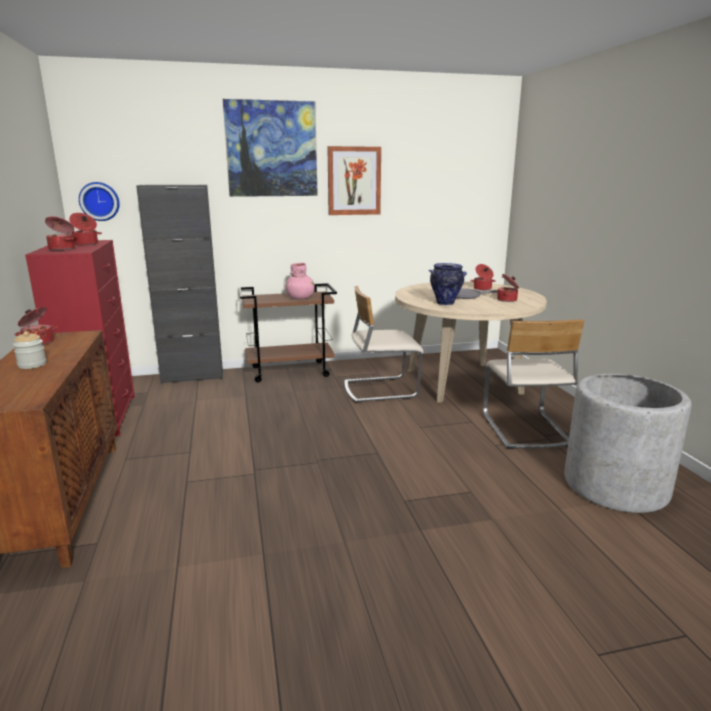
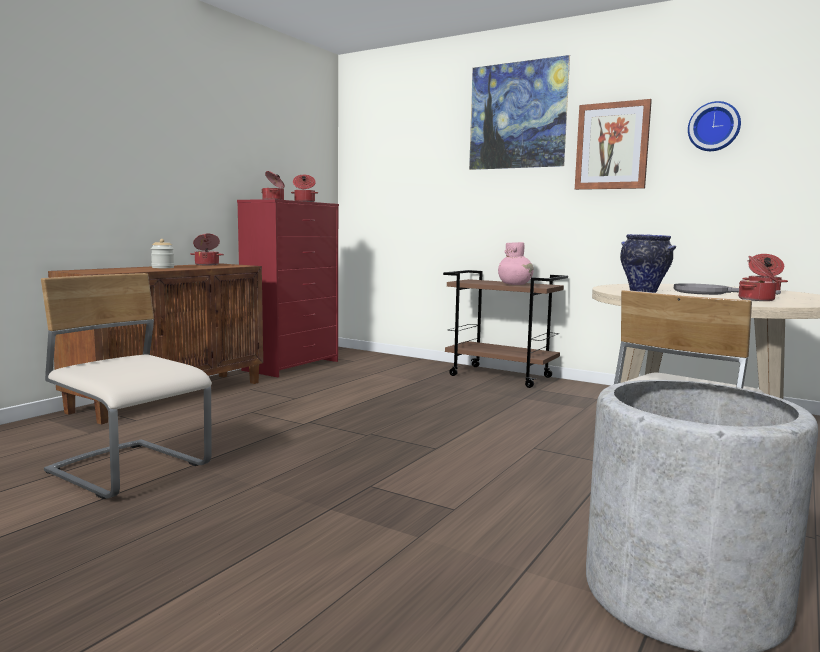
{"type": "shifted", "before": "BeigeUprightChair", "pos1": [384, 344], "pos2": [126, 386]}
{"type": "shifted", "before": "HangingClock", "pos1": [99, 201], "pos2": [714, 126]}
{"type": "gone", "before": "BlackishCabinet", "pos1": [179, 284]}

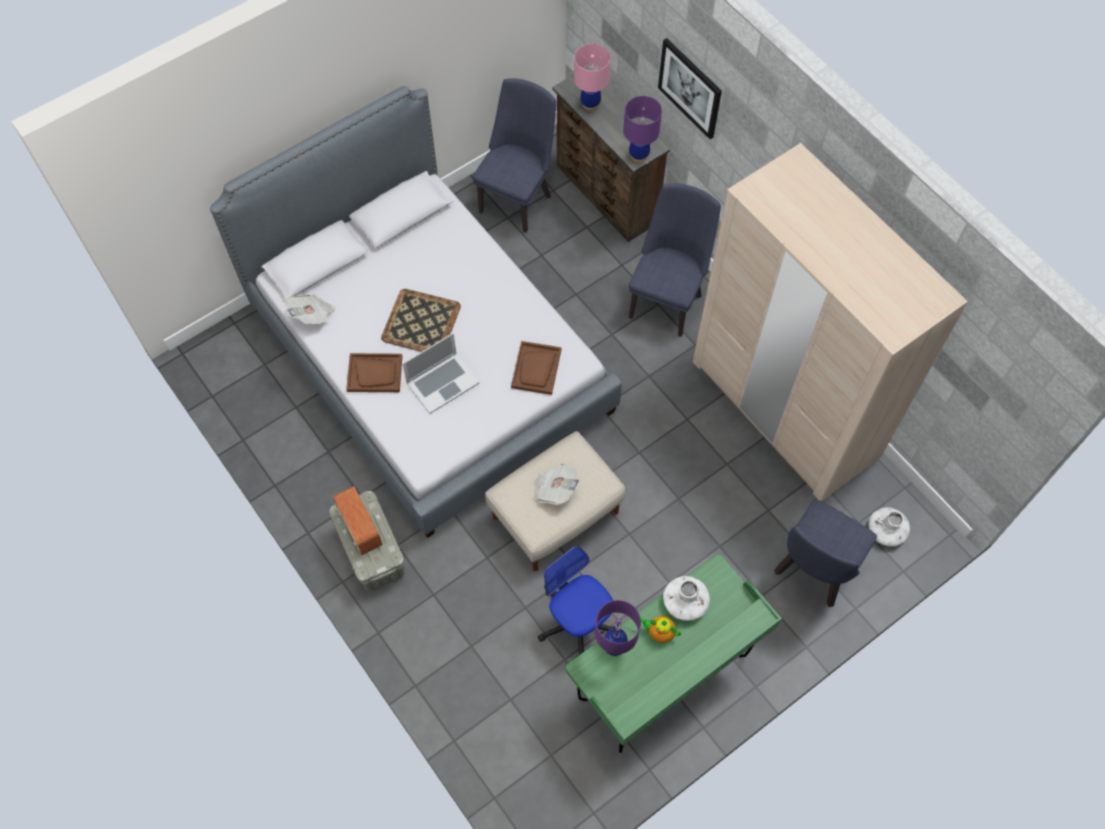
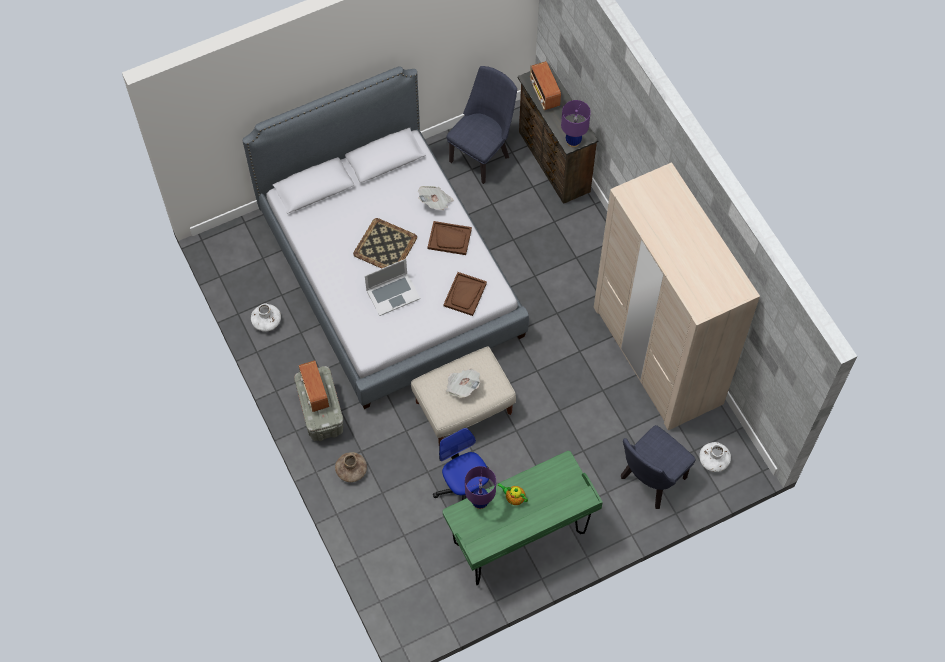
{"type": "shifted", "before": "WhiteFlowerVase", "pos1": [686, 598], "pos2": [266, 317]}
{"type": "new", "after": "BrownFlowerVase", "pos2": [351, 467]}
{"type": "shifted", "before": "PrintedPaper", "pos1": [310, 309], "pos2": [435, 198]}
{"type": "shifted", "before": "BrownServingTray", "pos1": [374, 372], "pos2": [450, 238]}
{"type": "swapped", "before": "PinkishTableLamp", "after": "RadioSet", "pos1": [592, 77], "pos2": [545, 85]}
{"type": "gone", "before": "BlueUprightChair", "pos1": [675, 260]}
{"type": "gone", "before": "Picture", "pos1": [690, 88]}

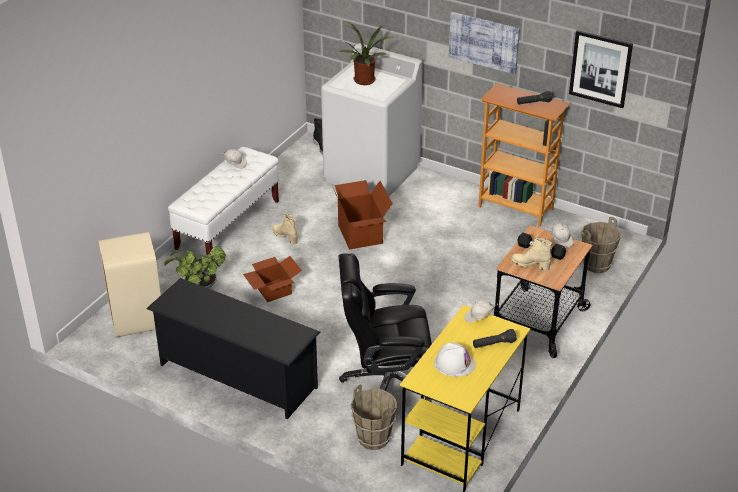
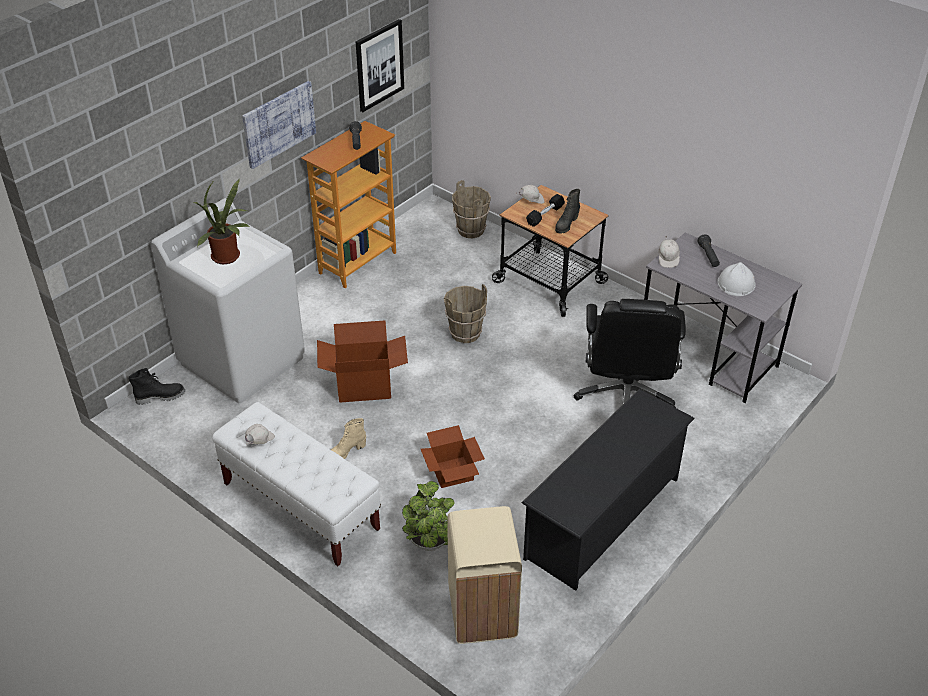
{"type": "shifted", "before": "BrownBucket", "pos1": [374, 417], "pos2": [465, 313]}
{"type": "repainted", "before": "BeigeTallBoot", "after": "BlackishTallBoot", "pos1": [531, 254], "pos2": [567, 211]}
{"type": "repainted", "before": "YellowishDeskTable", "after": "GrayDeskTable", "pos1": [465, 398], "pos2": [723, 317]}

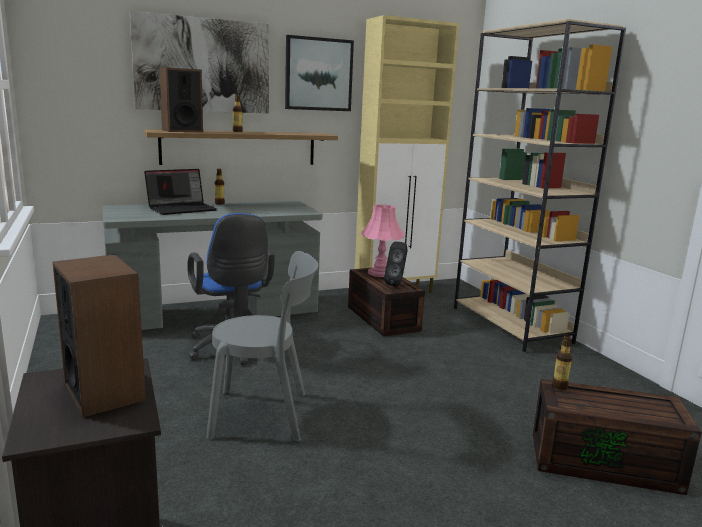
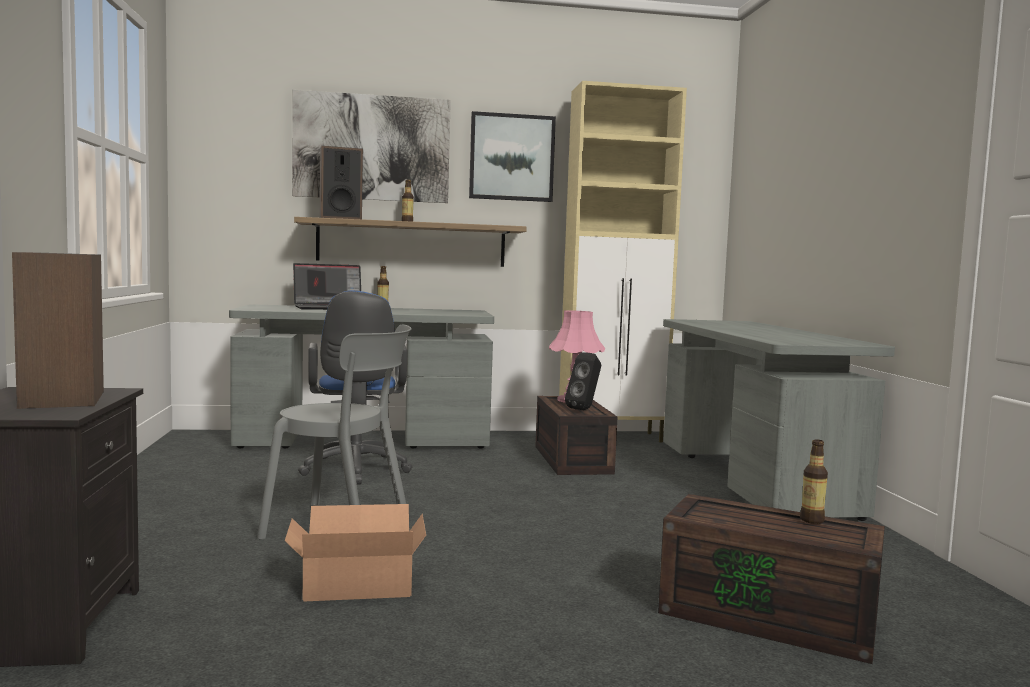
{"type": "new", "after": "PackingBox", "pos2": [355, 552]}
{"type": "swapped", "before": "BeigeBookshelf", "after": "GrayDeskTable", "pos1": [540, 185], "pos2": [779, 420]}
{"type": "shifted", "before": "Bottle", "pos1": [562, 362], "pos2": [814, 481]}

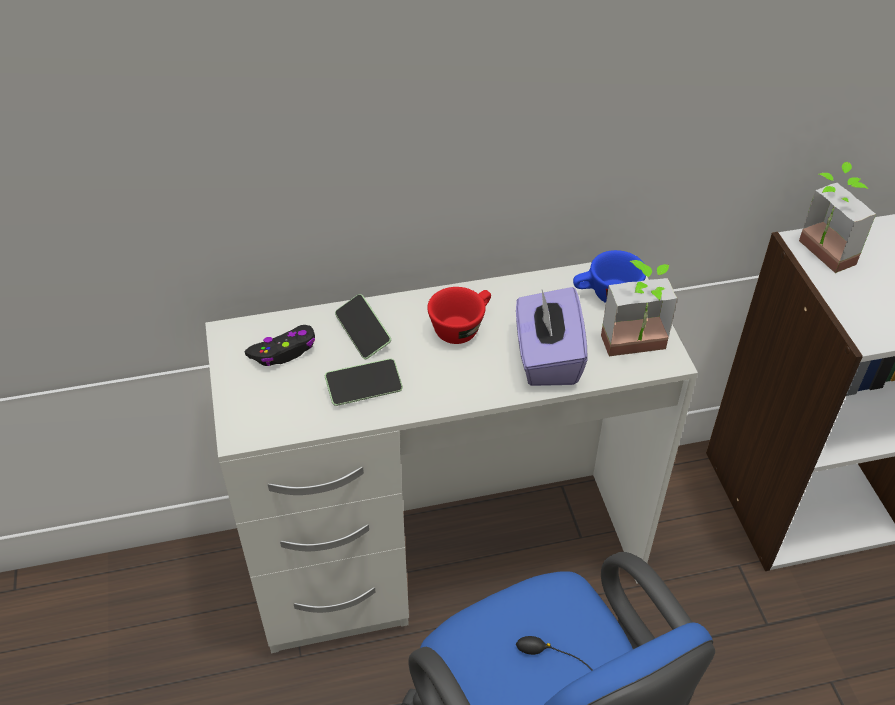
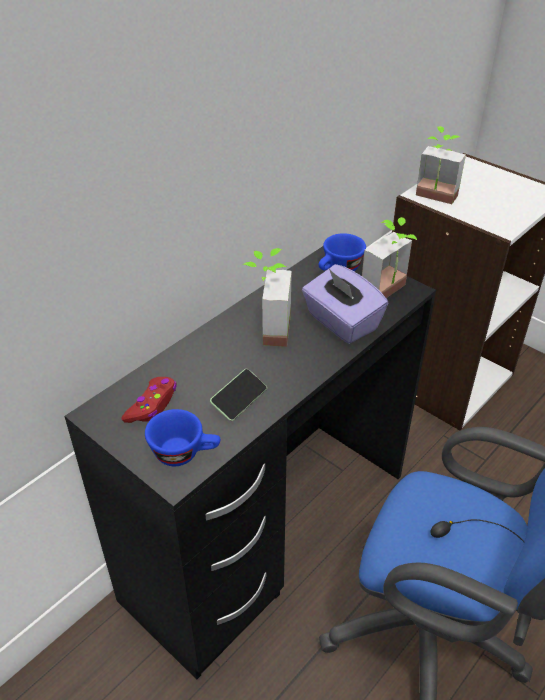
{"type": "repainted", "before": "WhiteDeskTable", "after": "BlackishDeskTable", "pos1": [451, 457], "pos2": [250, 463]}
{"type": "repainted", "before": "BlackishGamepad", "after": "RedGamepad", "pos1": [280, 345], "pos2": [149, 400]}
{"type": "new", "after": "BlueCup", "pos2": [182, 437]}
{"type": "swapped", "before": "RedCup", "after": "Houseplant", "pos1": [459, 315], "pos2": [267, 297]}
{"type": "gone", "before": "Handset", "pos1": [363, 326]}

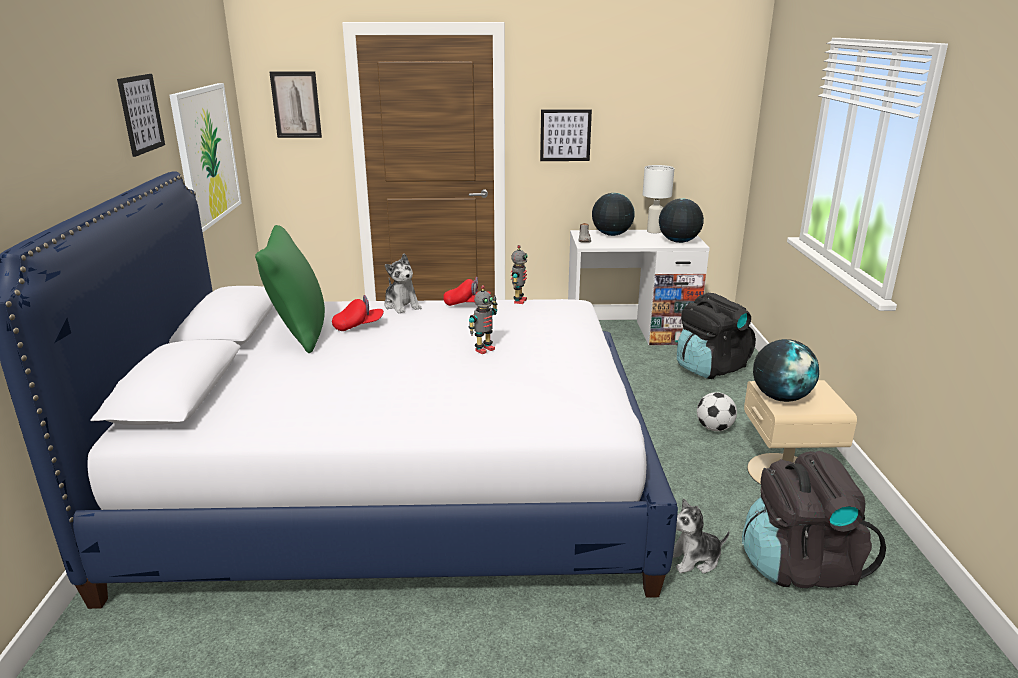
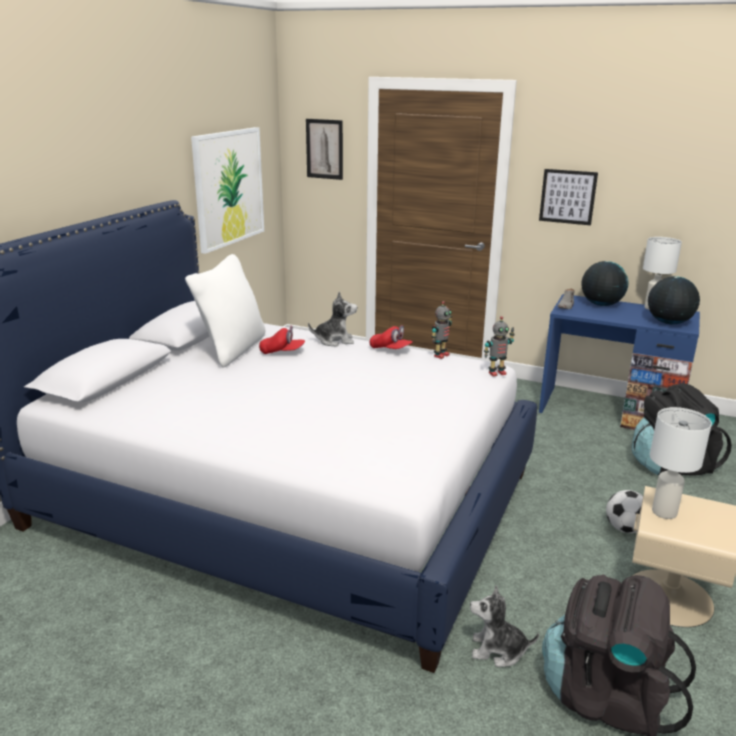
{"type": "repainted", "before": "GreenColouredPillow", "after": "WhitePillow", "pos1": [290, 289], "pos2": [225, 311]}
{"type": "rotated", "before": "CuddlyToy", "pos1": [402, 284], "pos2": [332, 319], "turn": -90}
{"type": "shifted", "before": "ModelRobot", "pos1": [483, 319], "pos2": [499, 346]}
{"type": "repainted", "before": "WhiteDeskTable", "after": "BlueDeskTable", "pos1": [639, 287], "pos2": [619, 362]}
{"type": "swapped", "before": "WorldGlobe", "after": "WhiteTableLamp", "pos1": [786, 370], "pos2": [681, 463]}
{"type": "gone", "before": "Picture", "pos1": [141, 115]}

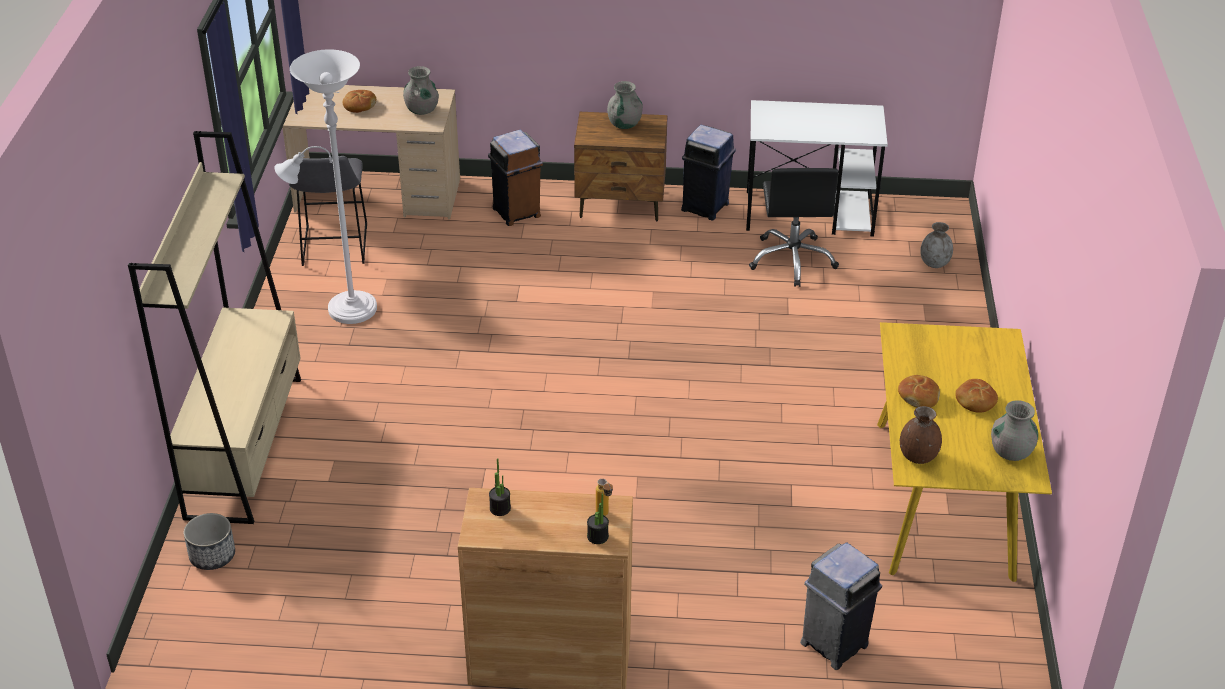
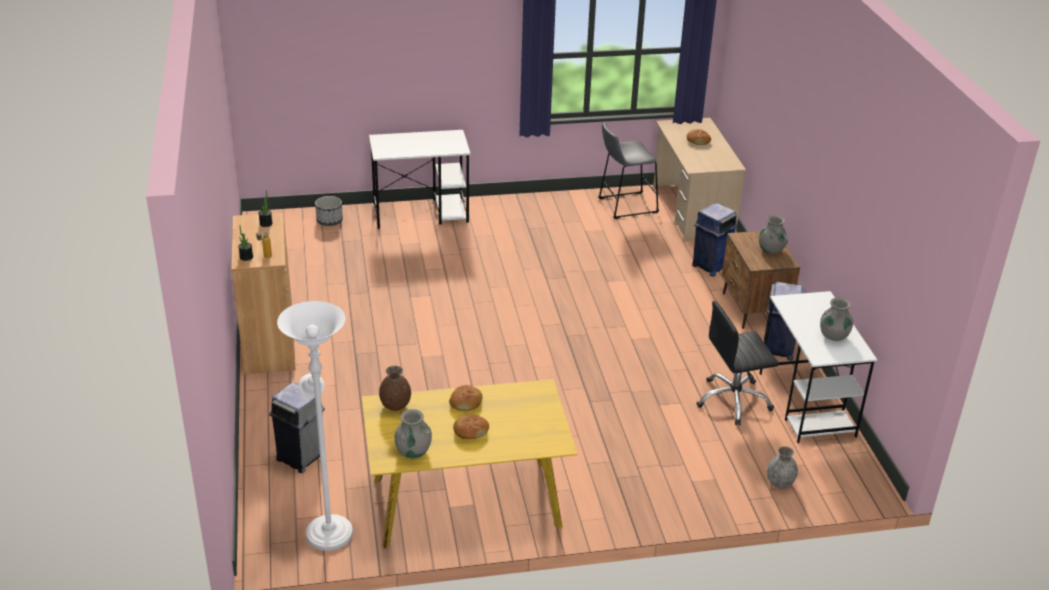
{"type": "shifted", "before": "WhiteStandardLamp", "pos1": [325, 186], "pos2": [315, 426]}
{"type": "swapped", "before": "BeigeBookshelf", "after": "WhiteDeskTable", "pos1": [214, 327], "pos2": [420, 179]}
{"type": "repainted", "before": "BrownRubbishBin", "after": "BlueRubbishBin", "pos1": [515, 178], "pos2": [715, 240]}
{"type": "shifted", "before": "GrayFlowerVase", "pos1": [421, 90], "pos2": [836, 319]}

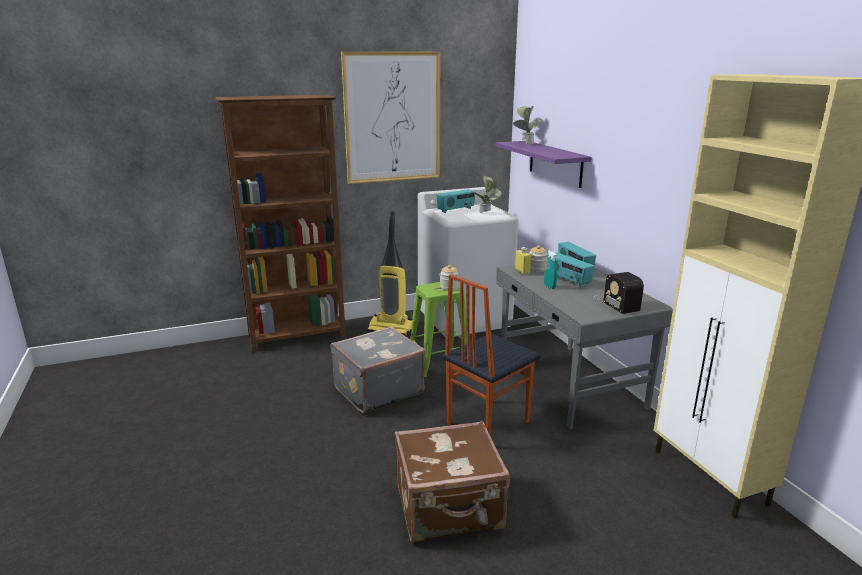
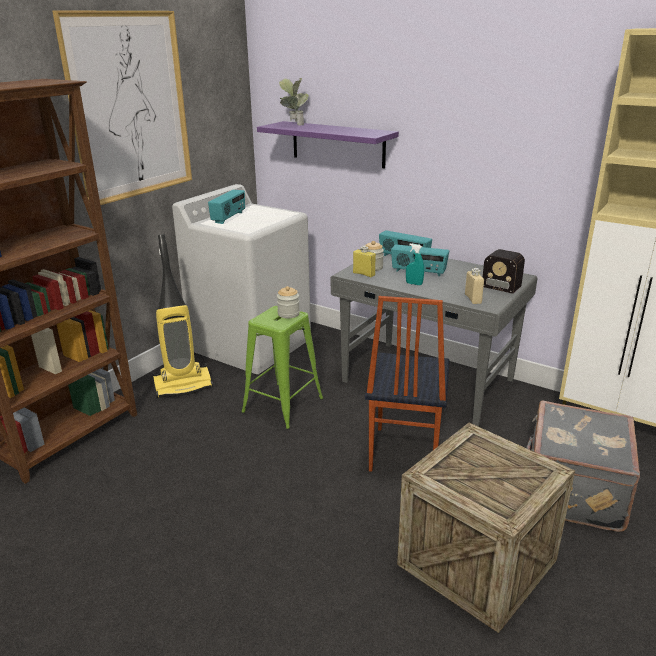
{"type": "swapped", "before": "BrownSuitcase", "after": "Crate", "pos1": [452, 481], "pos2": [486, 528]}
{"type": "new", "after": "BeigeBottle", "pos2": [474, 286]}
{"type": "shifted", "before": "GraySuitcase", "pos1": [378, 370], "pos2": [583, 466]}
{"type": "gone", "before": "Houseplant", "pos1": [486, 194]}

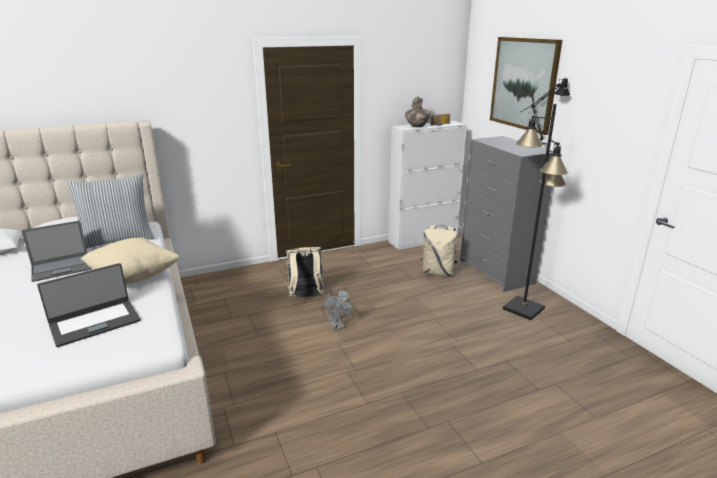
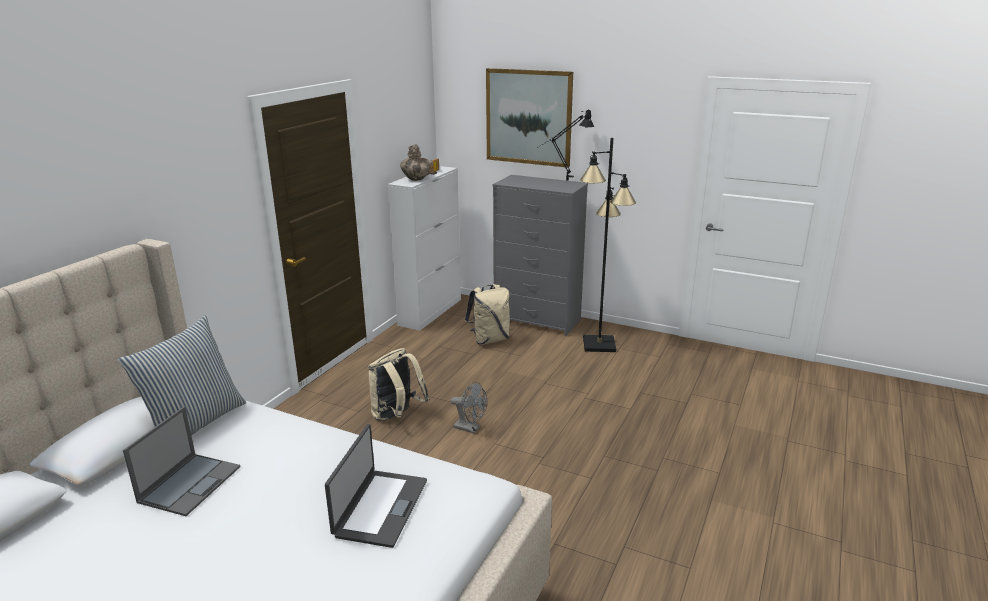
{"type": "gone", "before": "BeigePillow", "pos1": [130, 260]}

